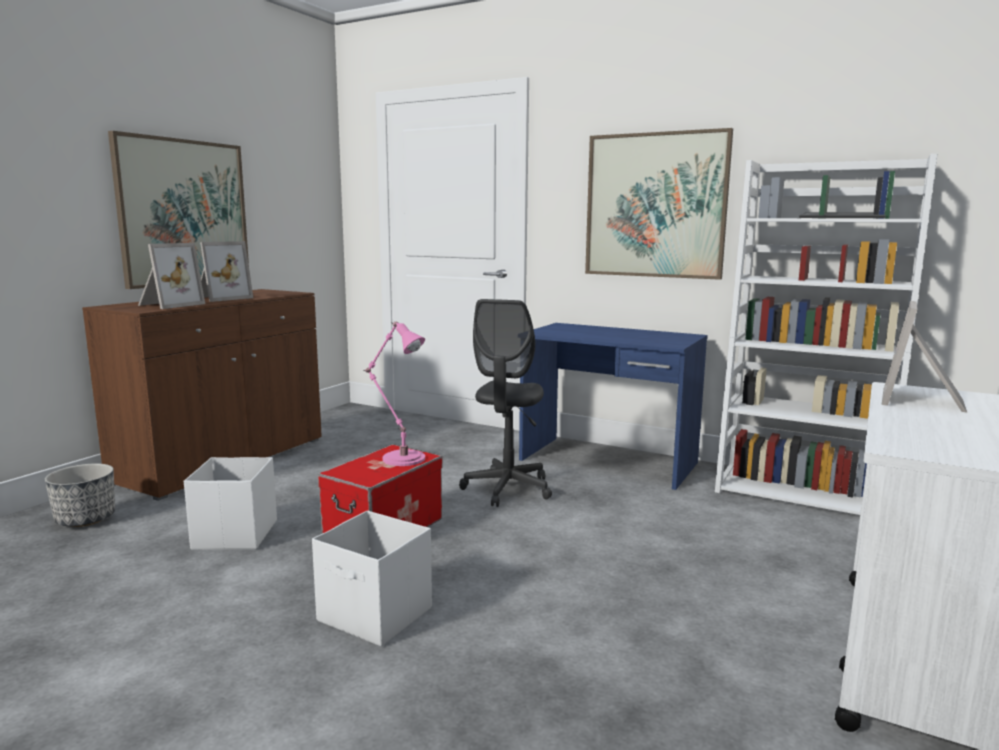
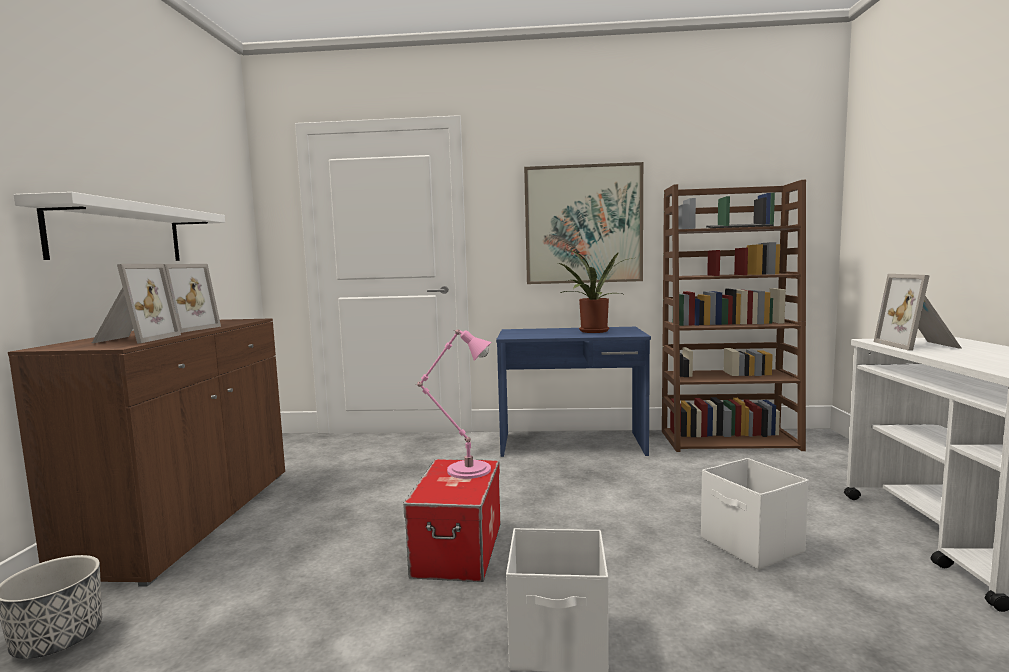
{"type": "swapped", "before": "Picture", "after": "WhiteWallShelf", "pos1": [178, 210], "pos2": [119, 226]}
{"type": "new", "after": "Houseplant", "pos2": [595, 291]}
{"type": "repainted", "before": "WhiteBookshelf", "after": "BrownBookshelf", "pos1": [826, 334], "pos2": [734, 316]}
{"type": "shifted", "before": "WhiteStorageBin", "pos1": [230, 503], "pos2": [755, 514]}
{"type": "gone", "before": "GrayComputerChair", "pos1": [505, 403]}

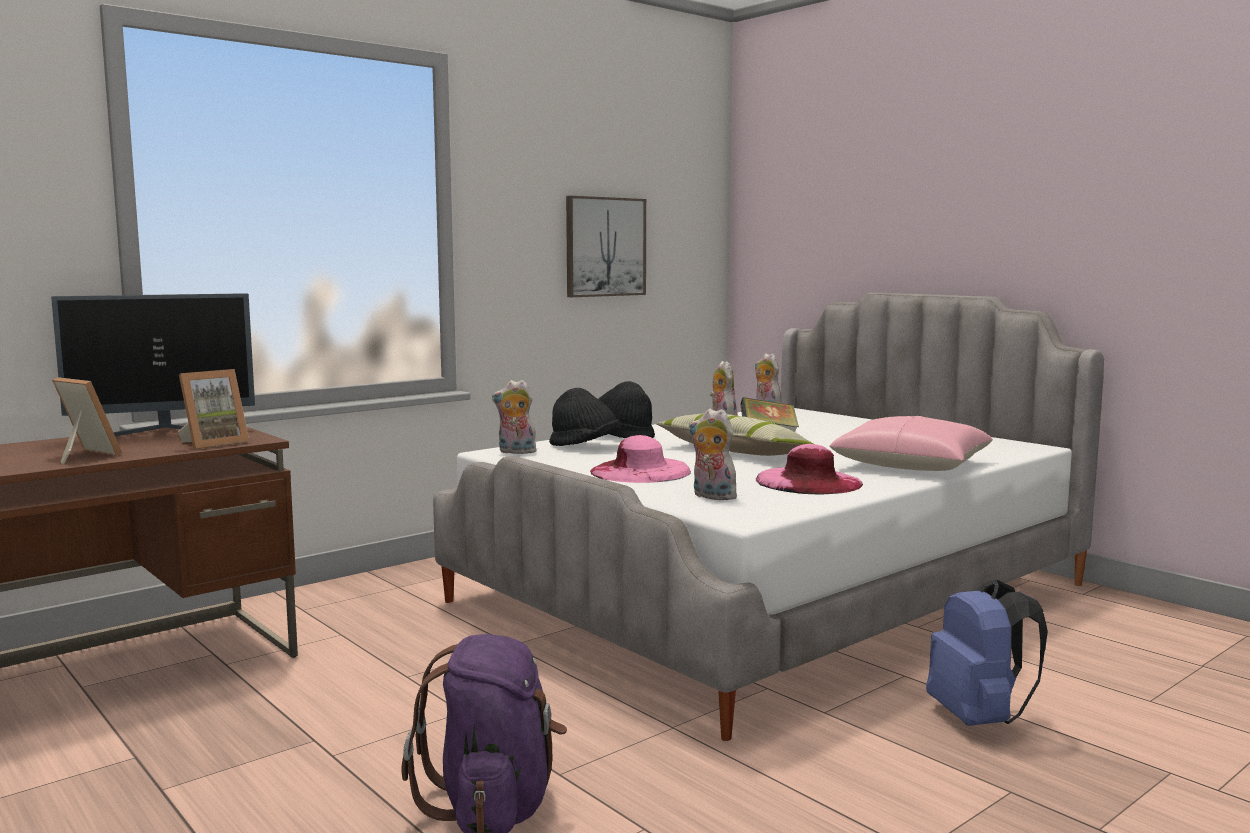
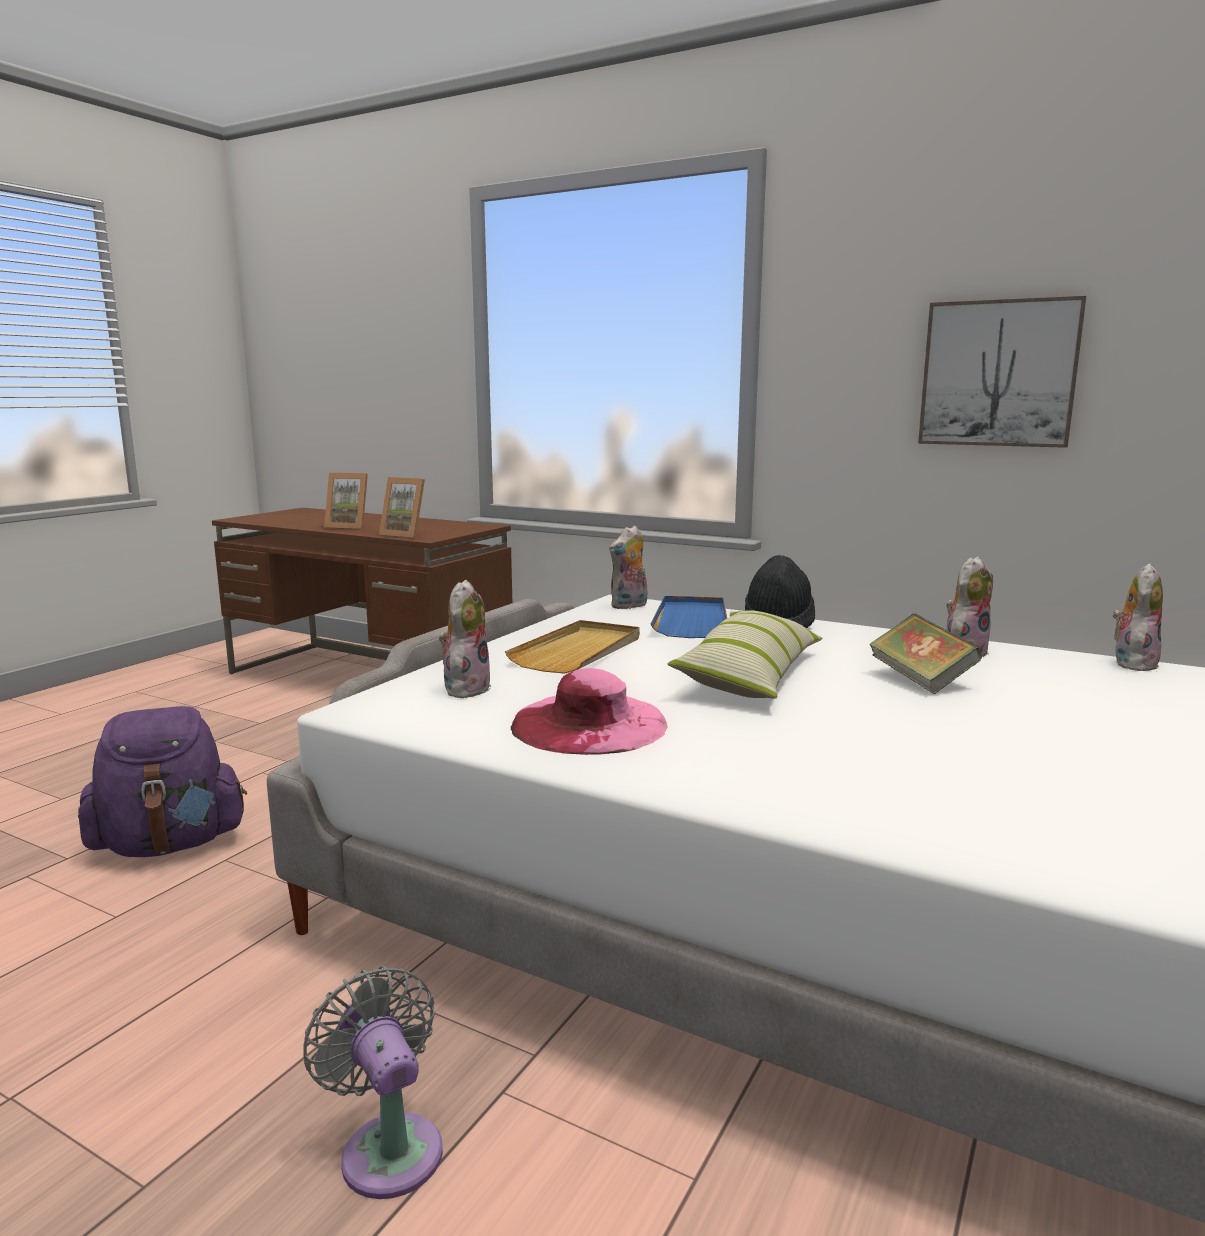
{"type": "swapped", "before": "BlueKnapsack", "after": "GrayFan", "pos1": [987, 652], "pos2": [373, 1082]}
{"type": "rotated", "before": "StandingFrame", "pos1": [87, 420], "pos2": [346, 501], "turn": 90}
{"type": "swapped", "before": "PinkishHat", "after": "BeigeServingTray", "pos1": [640, 459], "pos2": [572, 647]}
{"type": "rotated", "before": "CuddlyToy", "pos1": [515, 417], "pos2": [628, 568], "turn": -120}
{"type": "swapped", "before": "BlackishHat", "after": "BlueServingTray", "pos1": [585, 417], "pos2": [689, 617]}
{"type": "gone", "before": "ComputerDisplay", "pos1": [153, 365]}
{"type": "gone", "before": "PinkishPillow", "pos1": [911, 443]}

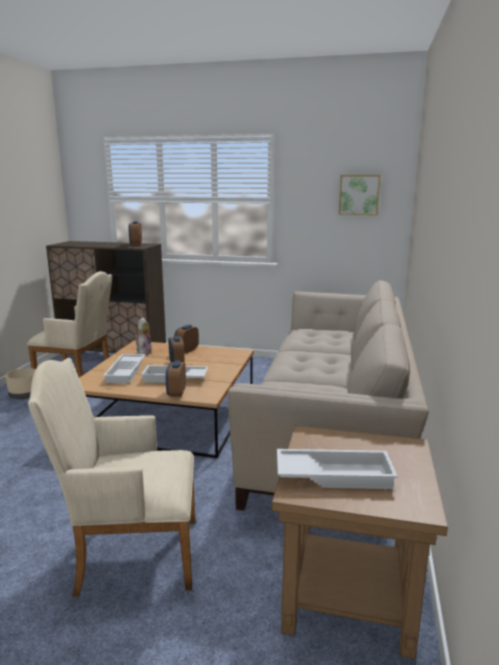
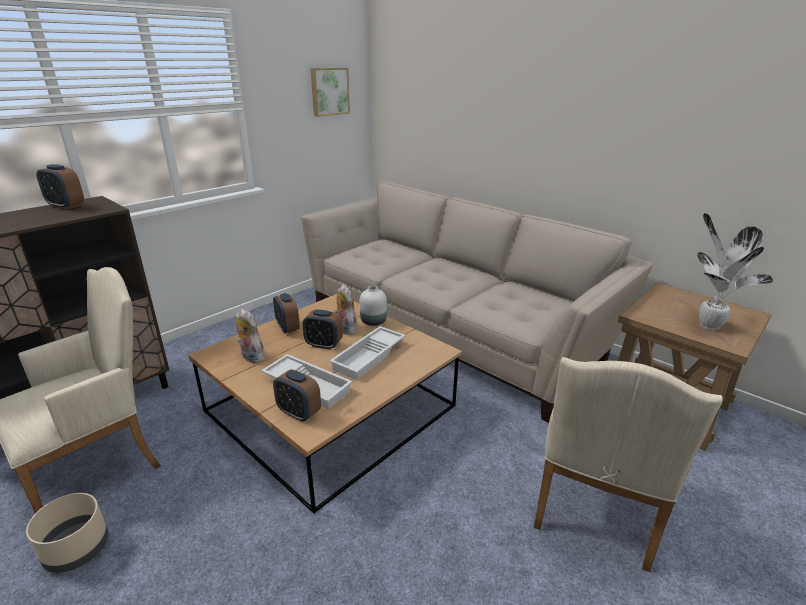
{"type": "shifted", "before": "AlarmClock", "pos1": [176, 379], "pos2": [297, 395]}
{"type": "new", "after": "CuddlyToy", "pos2": [346, 310]}
{"type": "new", "after": "WhiteFlowerVase", "pos2": [373, 306]}
{"type": "swapped", "before": "WhiteServingTray", "after": "Houseplant", "pos1": [337, 469], "pos2": [735, 271]}

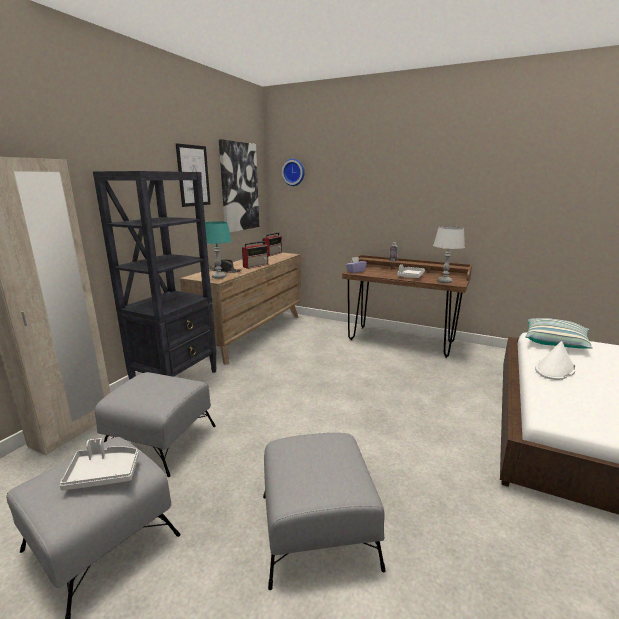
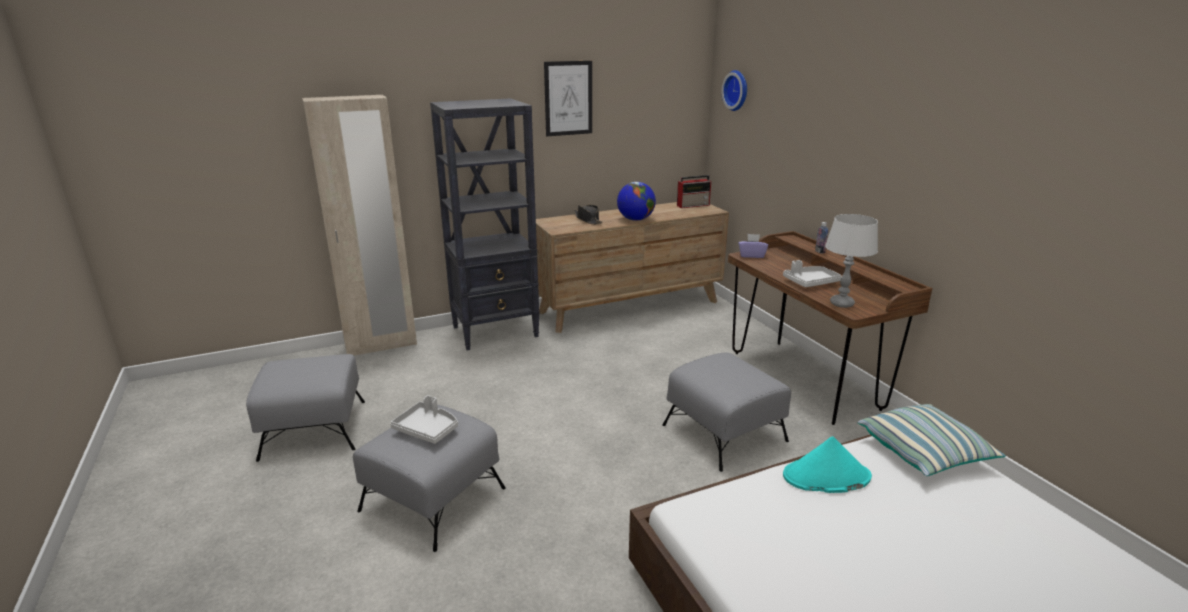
{"type": "shifted", "before": "GrayServingTray", "pos1": [99, 464], "pos2": [424, 419]}
{"type": "swapped", "before": "RadioSet", "after": "WorldGlobe", "pos1": [255, 255], "pos2": [636, 201]}
{"type": "shifted", "before": "GrayFootrest", "pos1": [155, 424], "pos2": [726, 412]}
{"type": "repainted", "before": "WhiteHat", "after": "BlueGreenHat", "pos1": [555, 360], "pos2": [827, 464]}
{"type": "gone", "before": "BlueGreenTableLamp", "pos1": [218, 250]}
{"type": "gone", "before": "Picture", "pos1": [239, 185]}

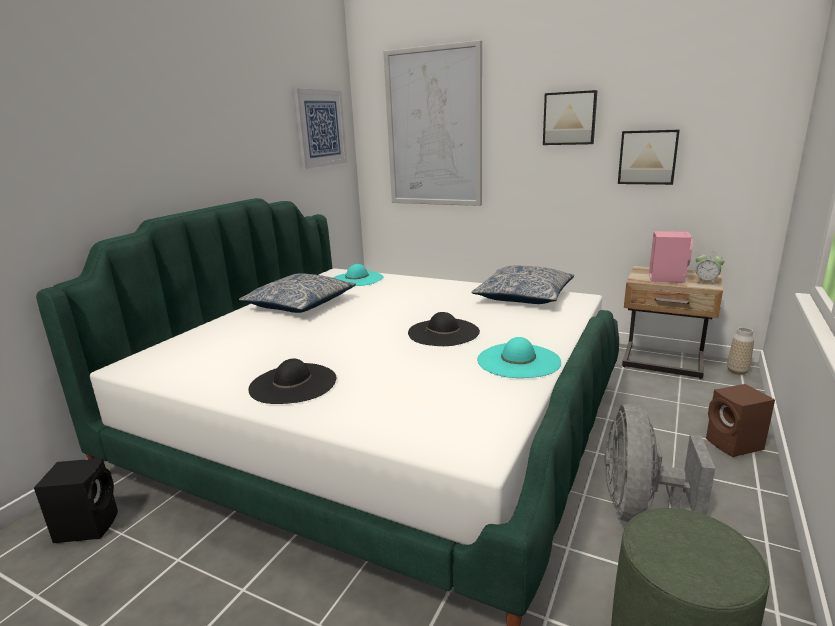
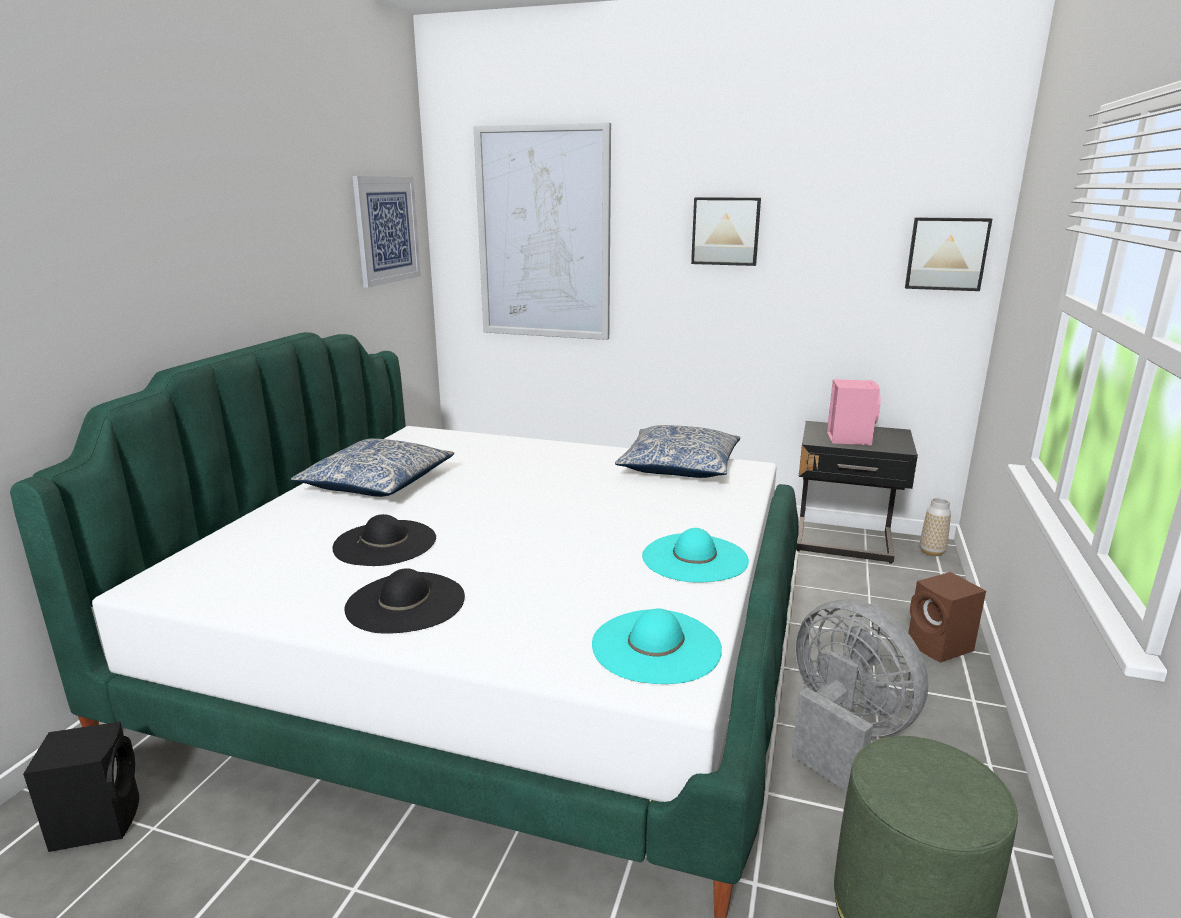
{"type": "shifted", "before": "BlackishHat", "pos1": [444, 329], "pos2": [384, 540]}
{"type": "shifted", "before": "BlueGreenHat", "pos1": [359, 275], "pos2": [657, 646]}
{"type": "rotated", "before": "GrayFan", "pos1": [659, 463], "pos2": [860, 695], "turn": 135}
{"type": "repainted", "before": "BeigeNightstand", "after": "BlackishNightstand", "pos1": [672, 322], "pos2": [857, 492]}
{"type": "shifted", "before": "Picture", "pos1": [649, 157], "pos2": [948, 254]}
{"type": "gone", "before": "AlarmClock", "pos1": [710, 268]}

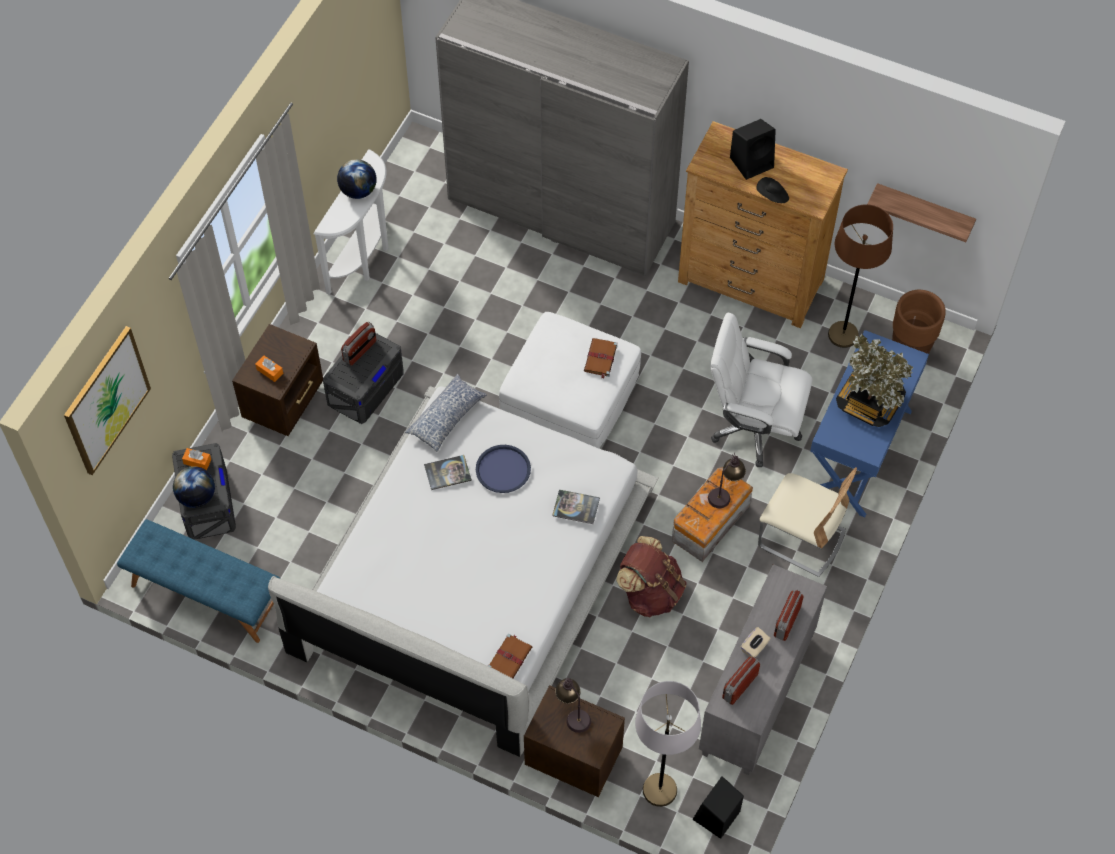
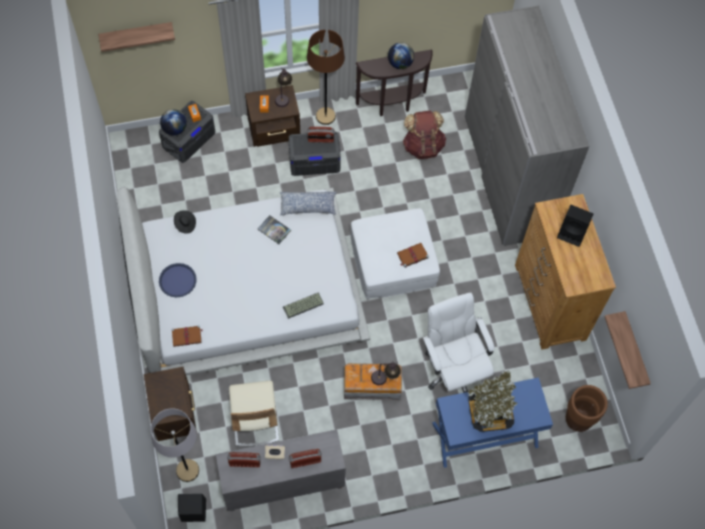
{"type": "swapped", "before": "Picture", "after": "WallShelf", "pos1": [107, 400], "pos2": [136, 37]}
{"type": "shifted", "before": "BlueServingTray", "pos1": [503, 469], "pos2": [178, 280]}
{"type": "shifted", "before": "BlackishHat", "pos1": [772, 190], "pos2": [185, 222]}
{"type": "shifted", "before": "BeigeUprightChair", "pos1": [807, 522], "pos2": [254, 413]}
{"type": "shifted", "before": "TableLamp", "pos1": [573, 705], "pos2": [284, 87]}
{"type": "swapped", "before": "BoundBook", "after": "PcKeyboard", "pos1": [576, 507], "pos2": [303, 305]}
{"type": "shifted", "before": "BrownStandardLamp", "pos1": [860, 276], "pos2": [326, 77]}
{"type": "repainted", "before": "WhiteNarrowTable", "after": "BrownNarrowTable", "pos1": [351, 222], "pos2": [394, 83]}
{"type": "shifted", "before": "BrownKnapsack", "pos1": [651, 577], "pos2": [424, 135]}
{"type": "gone", "before": "BlueBench", "pos1": [198, 581]}

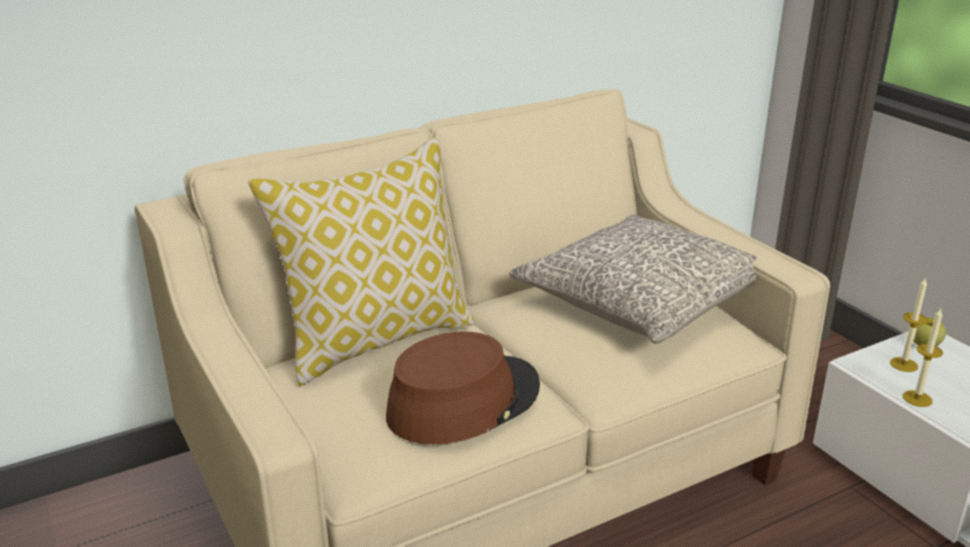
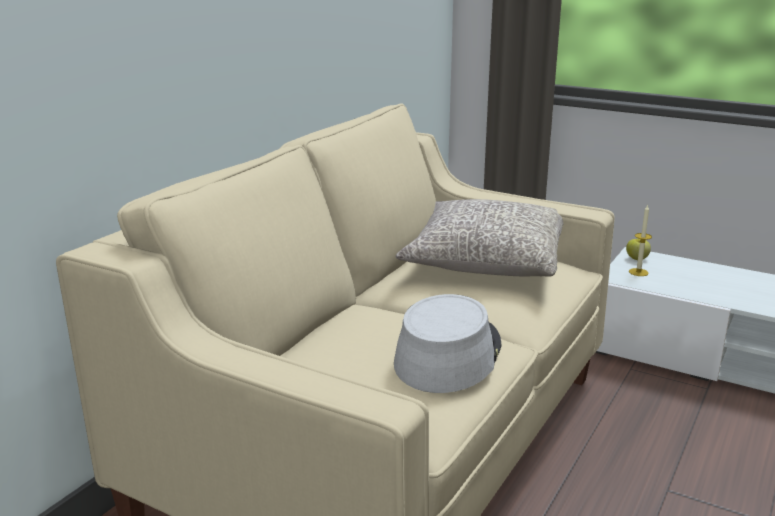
{"type": "repainted", "before": "BrownHat", "after": "GrayHat", "pos1": [463, 387], "pos2": [448, 343]}
{"type": "gone", "before": "Pillow", "pos1": [362, 261]}
{"type": "gone", "before": "WaxLight", "pos1": [923, 357]}

